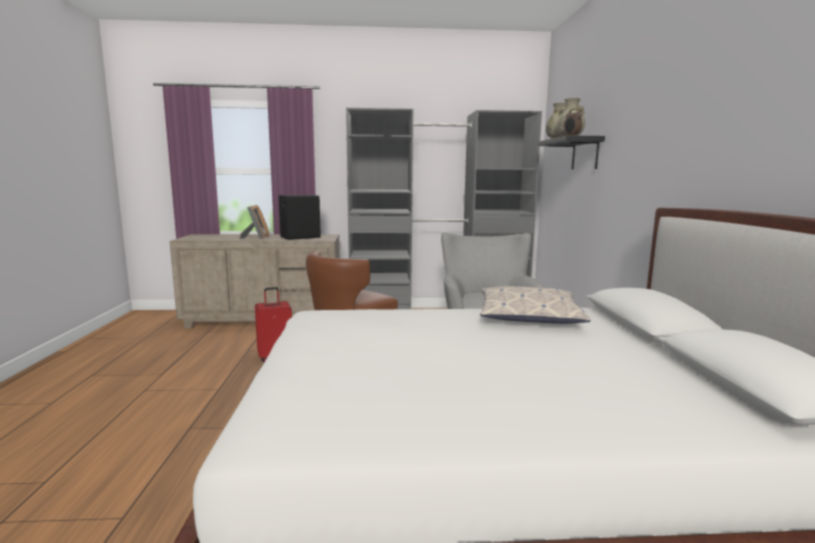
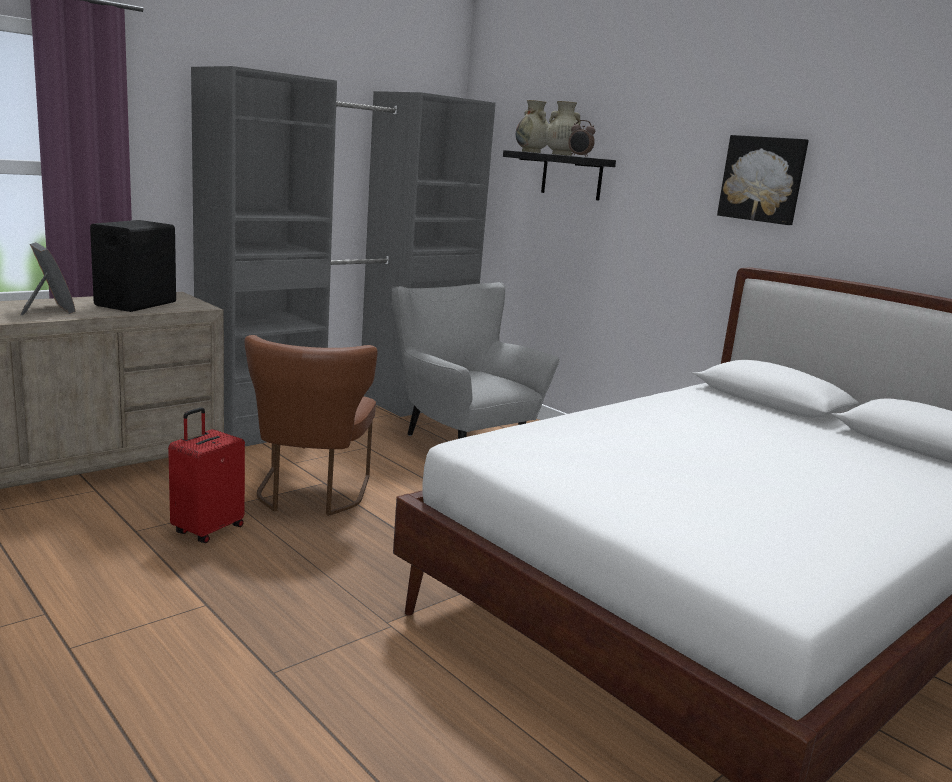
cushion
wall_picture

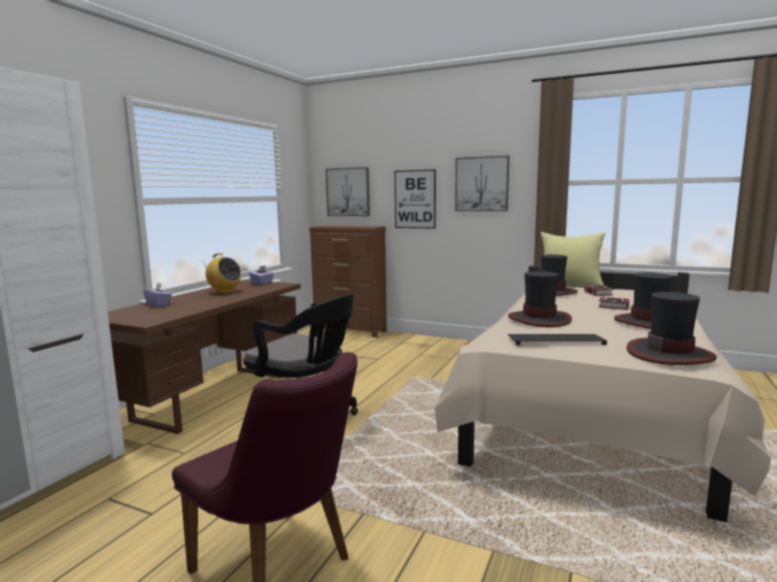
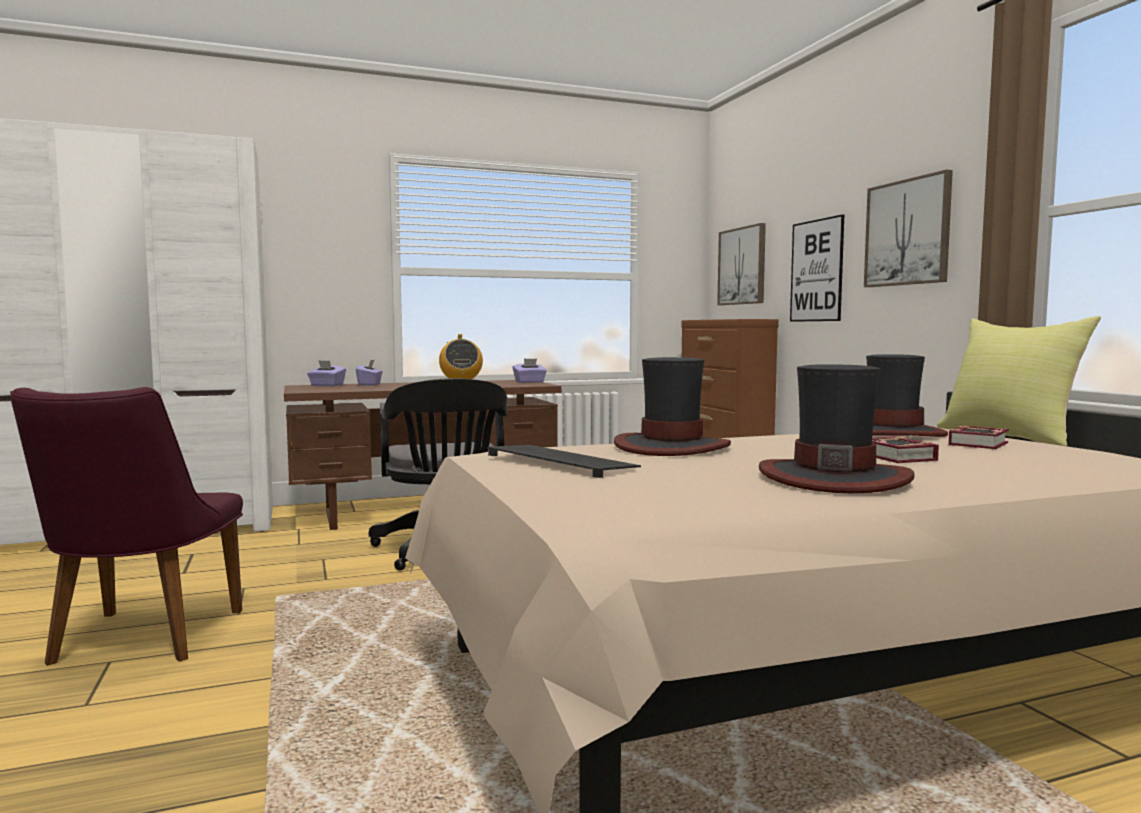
wearable_hat (no. 4 from left in the first image)
purplish_tissue_box (no. 1 from left)

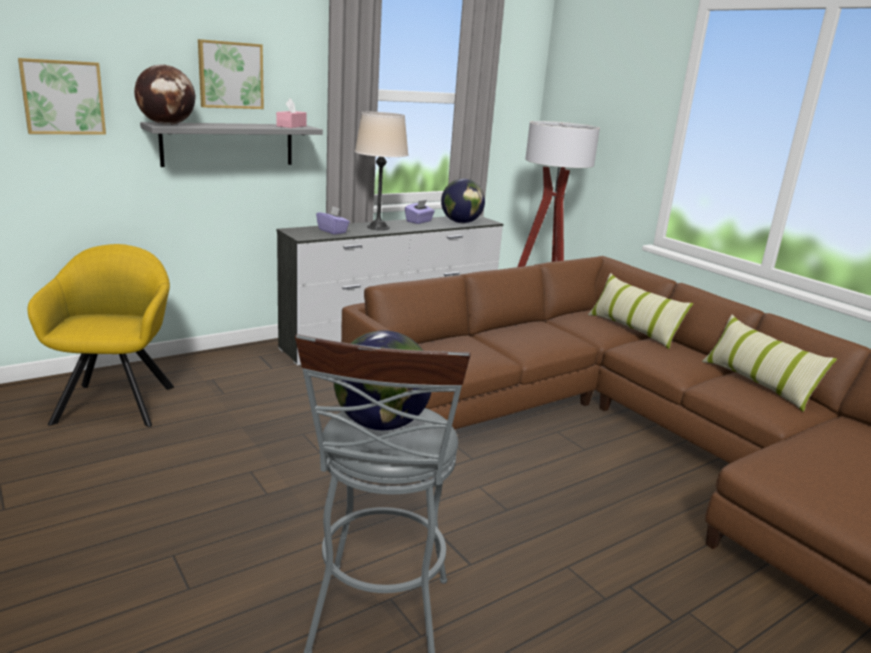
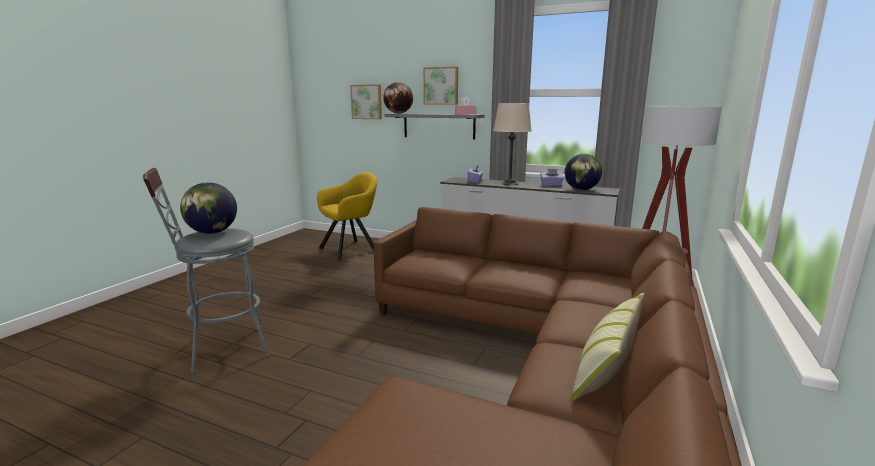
cushion (no. 1 from left in the first image)

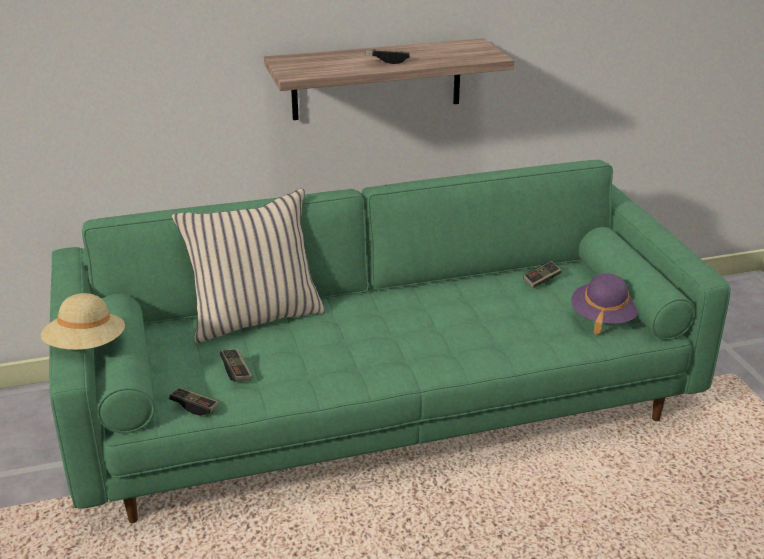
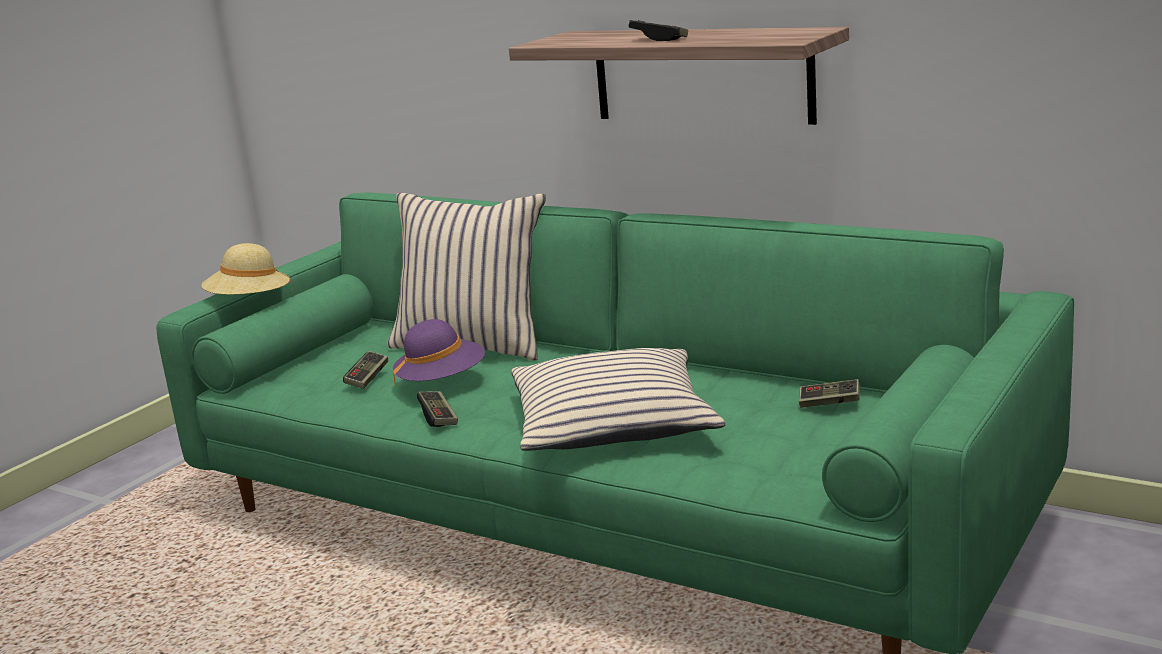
purplish_wearable_hat
game_controller (no. 2 from left)
beige-coloured_cushion (no. 2 from left)

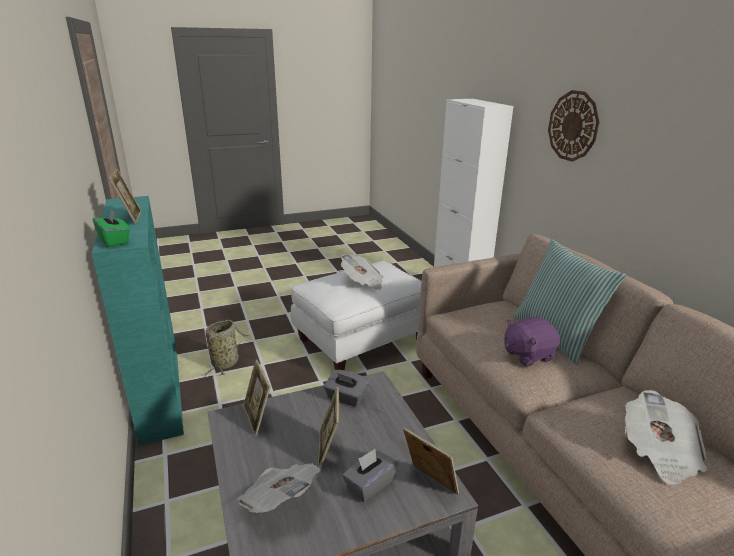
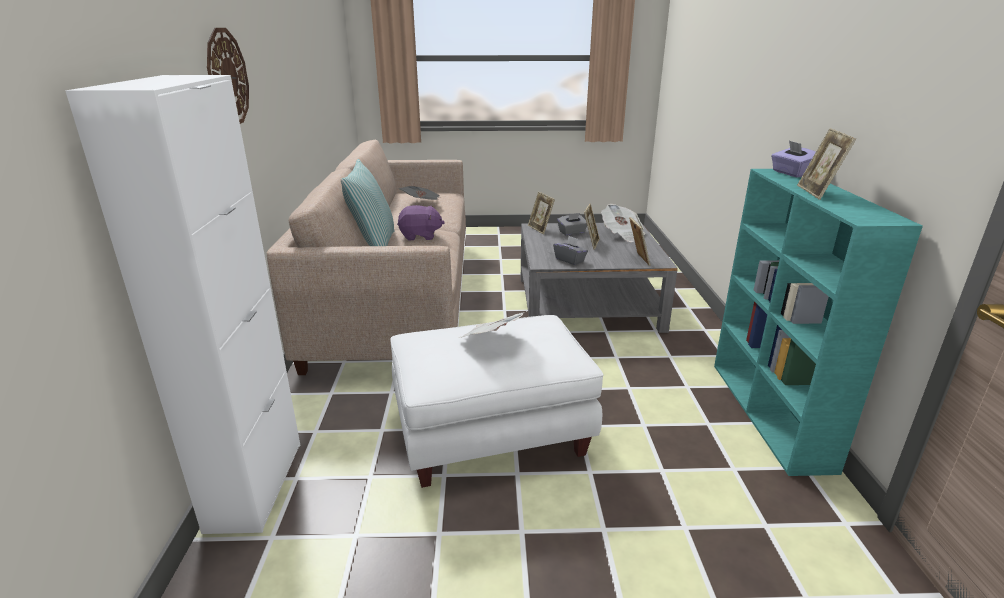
purplish_tissue_box
basket

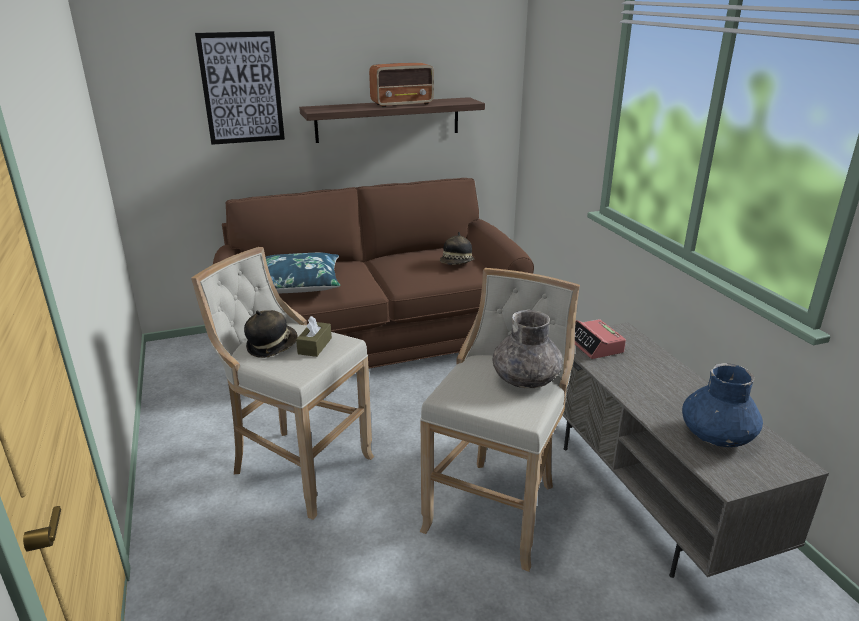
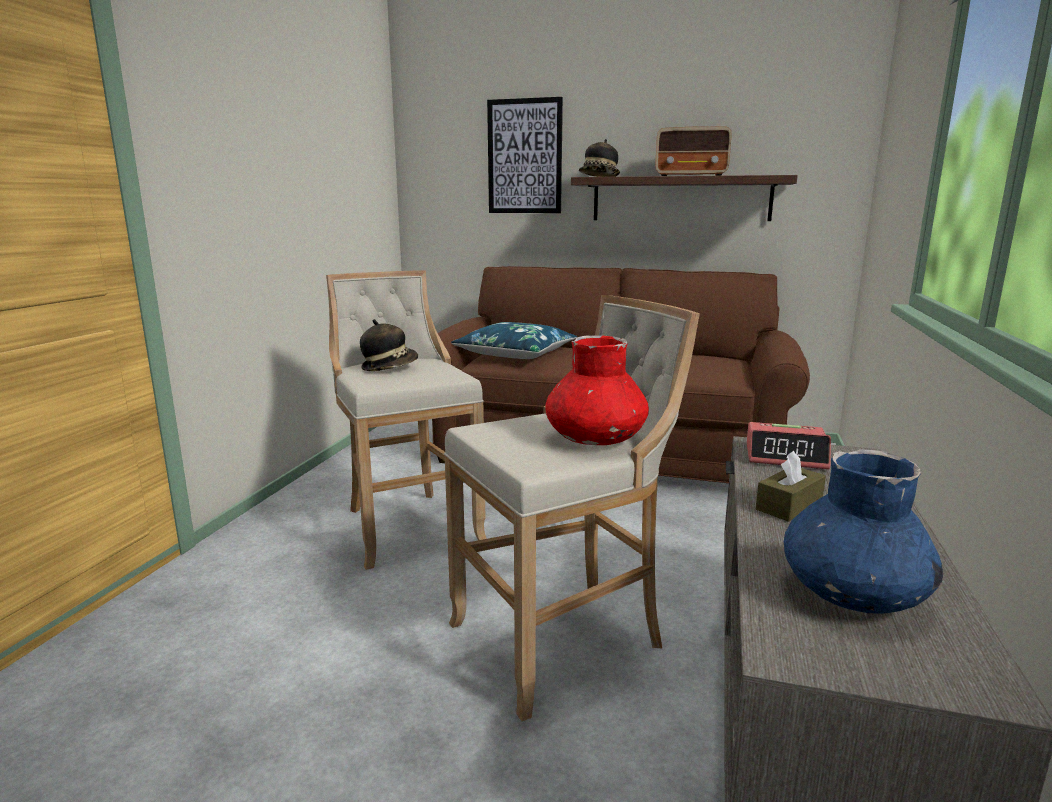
wearable_hat (no. 2 from left)
reddish_vase
brown_tissue_box
bedside_clock

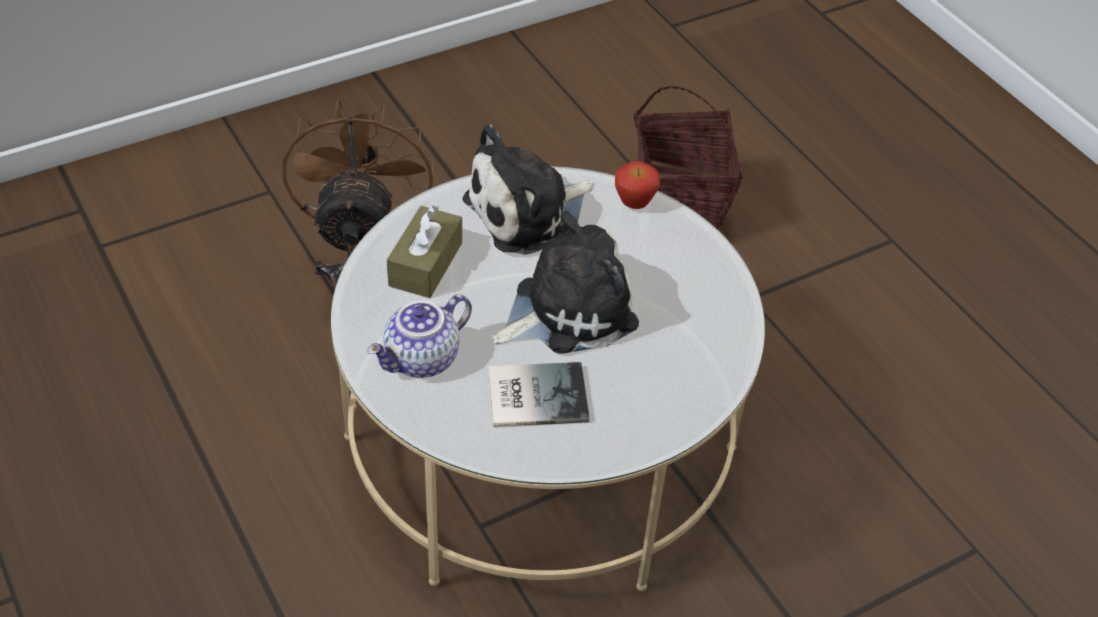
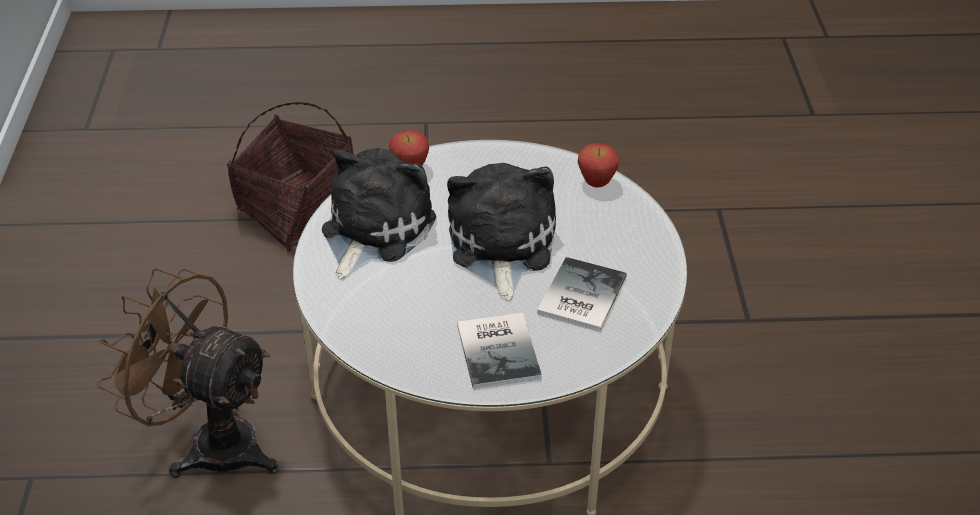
plush_toy (no. 1 from left)
brown_tissue_box
book (no. 1 from left)
whole_apple (no. 2 from left)

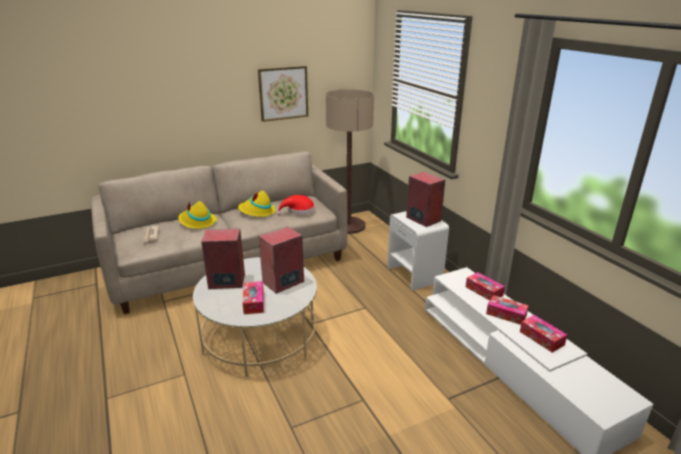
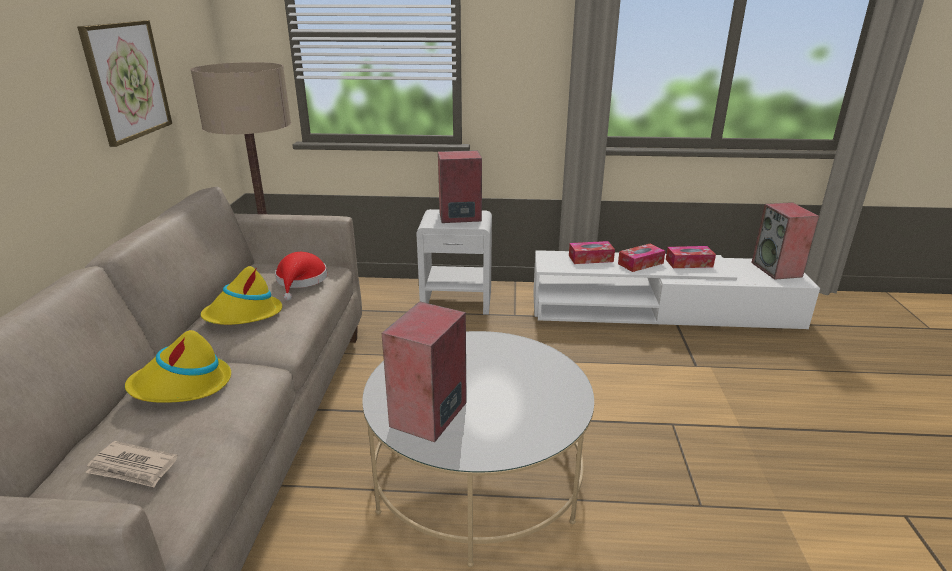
loudspeaker (no. 3 from left)
tissue_box (no. 1 from left in the first image)

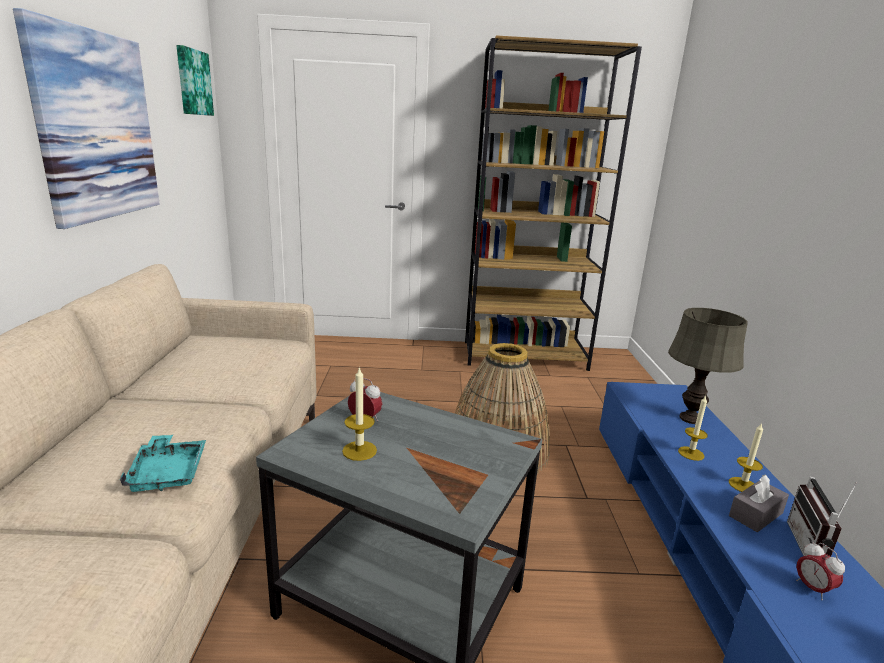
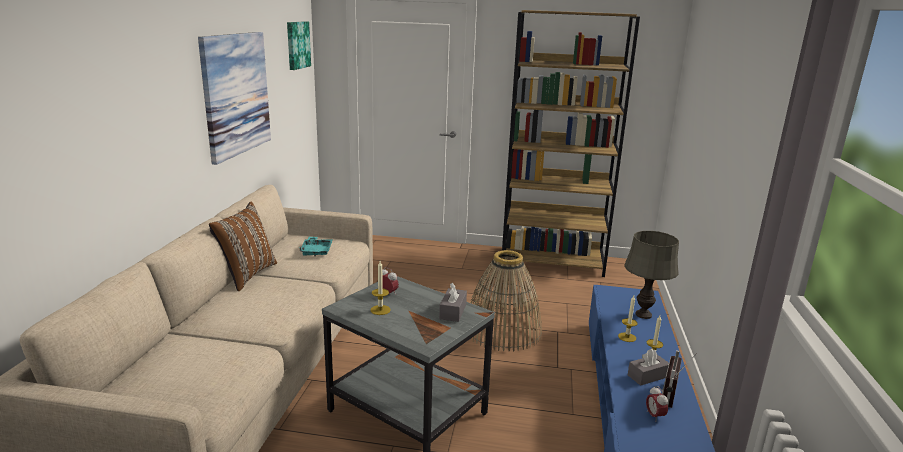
turquoise-coloured_serving_tray
brown_cushion
grey_tissue_box (no. 1 from left)

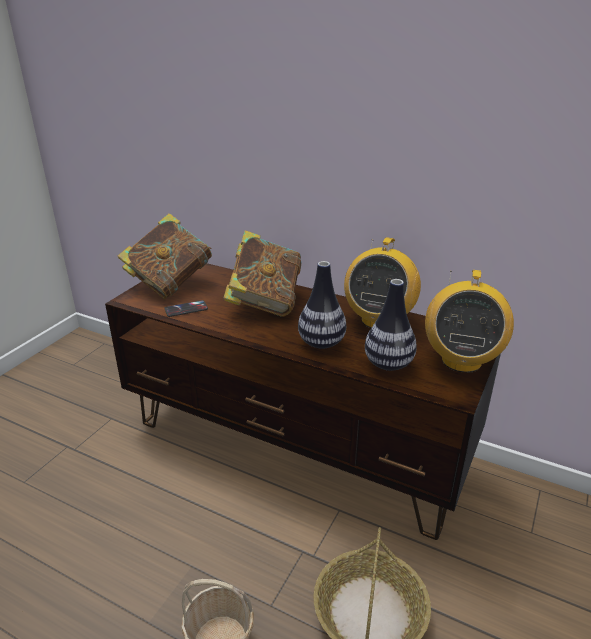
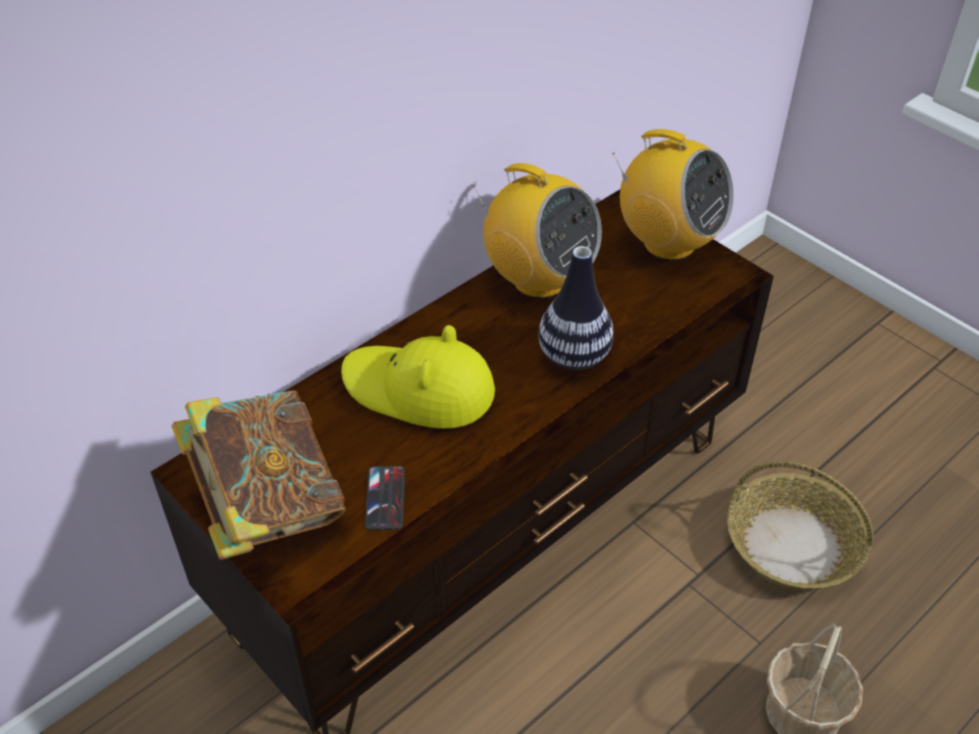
yellowish_wearable_hat
vase (no. 2 from left in the first image)

